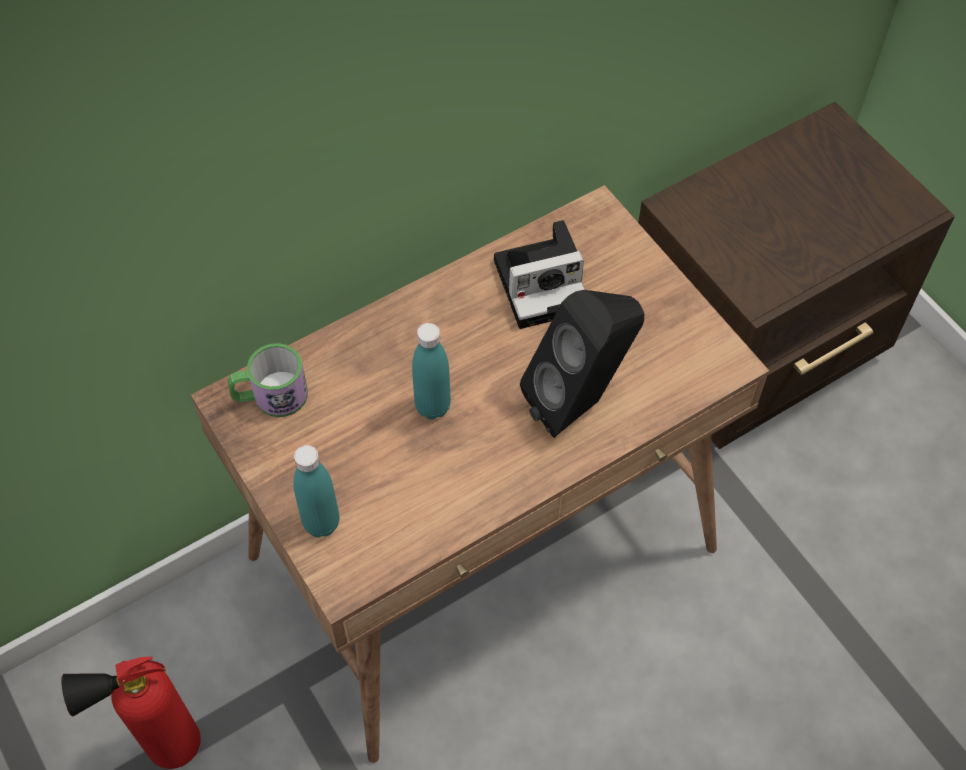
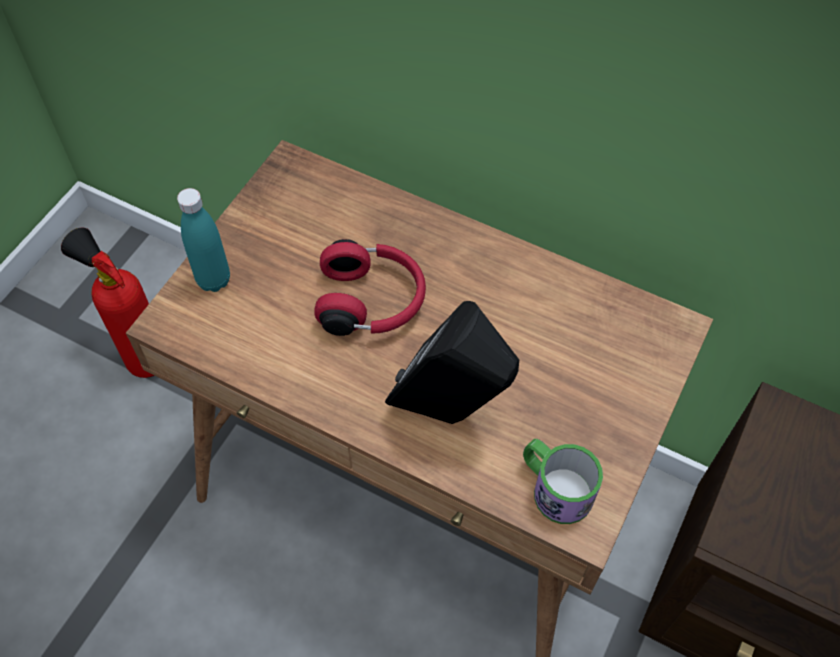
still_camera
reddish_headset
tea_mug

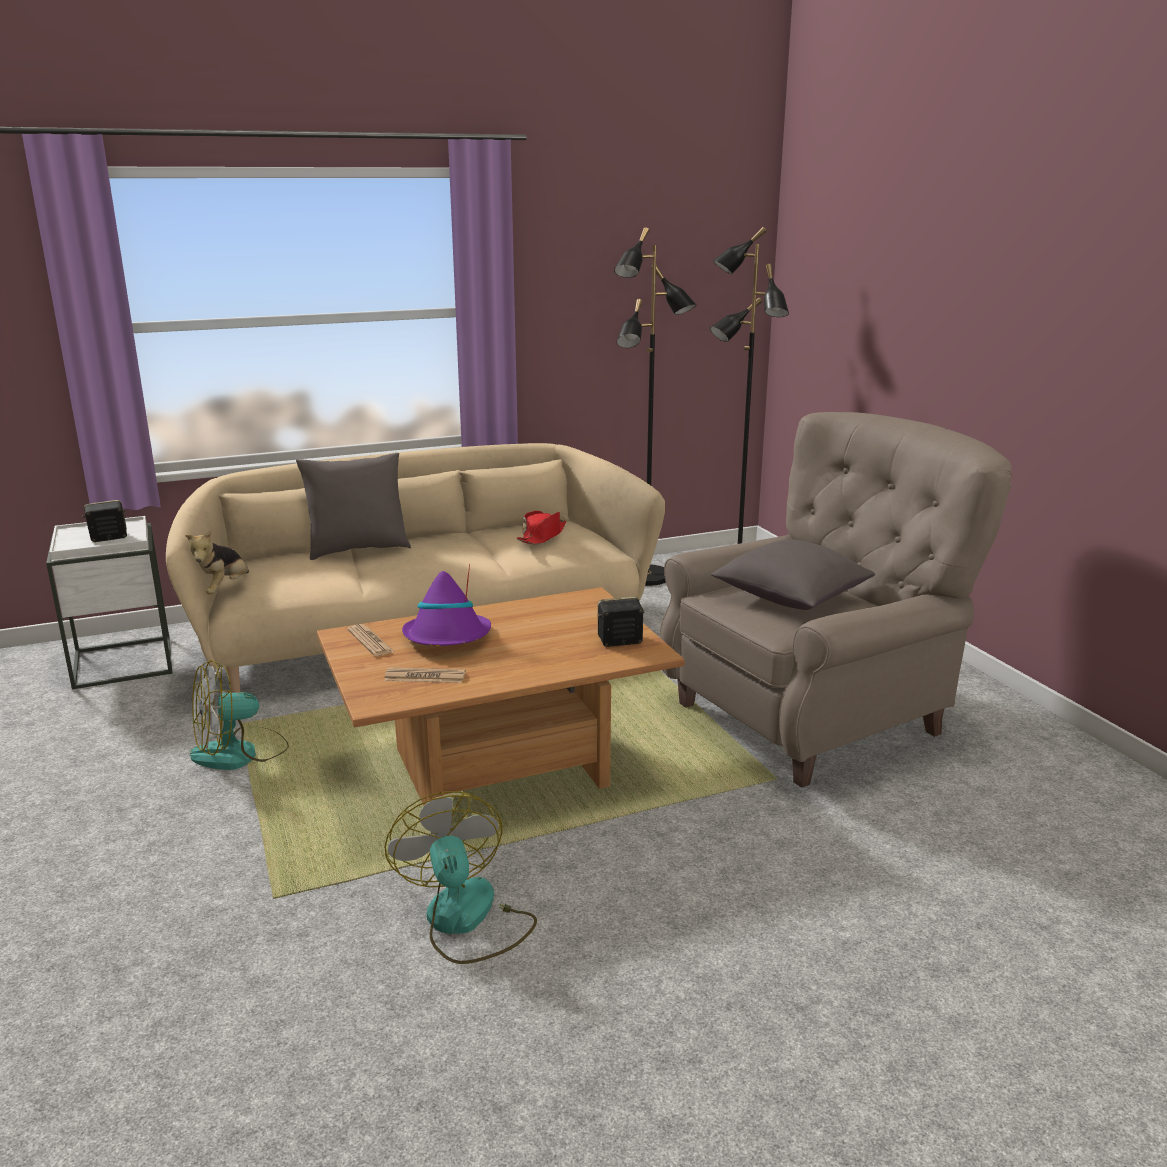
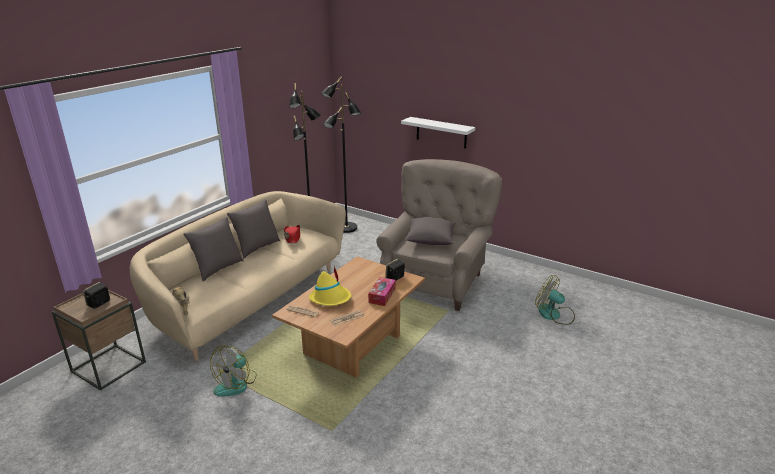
brown_accent_table
yellowish_wearable_hat
fan (no. 2 from left)
white_wall_shelf
grey_cushion (no. 2 from left)
tissue_box

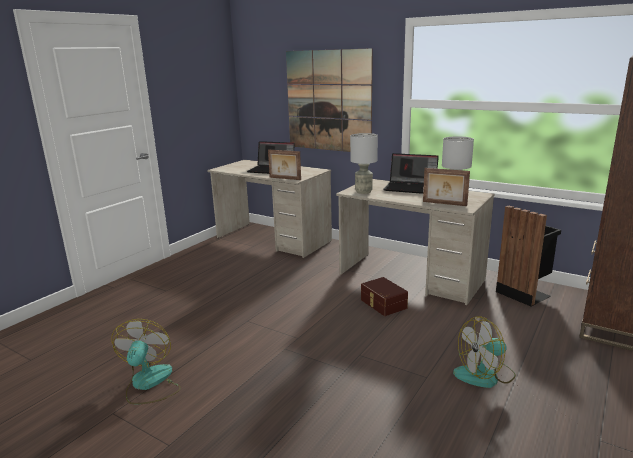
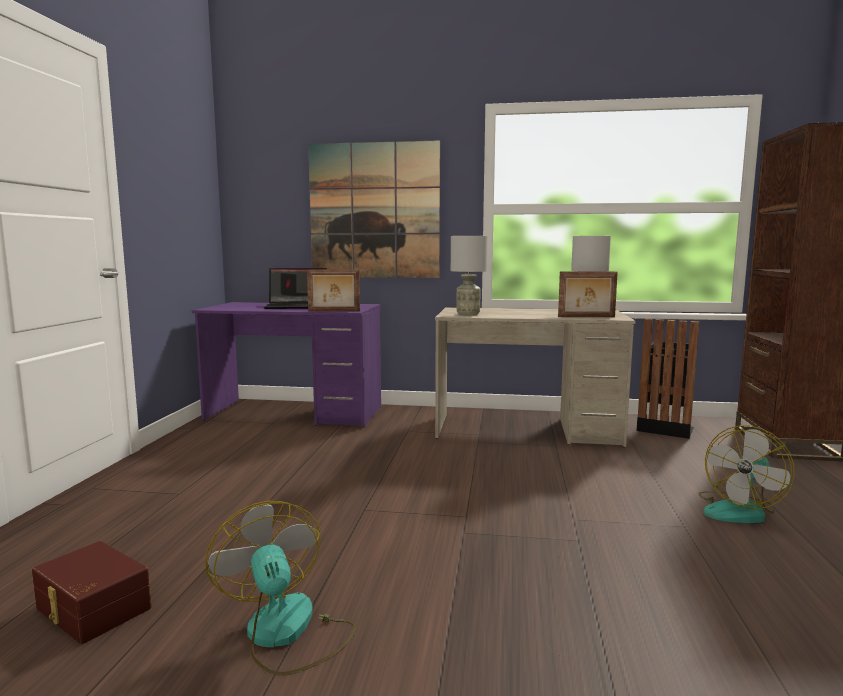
laptop (no. 2 from left in the first image)
purplish_desk
brown_storage_container

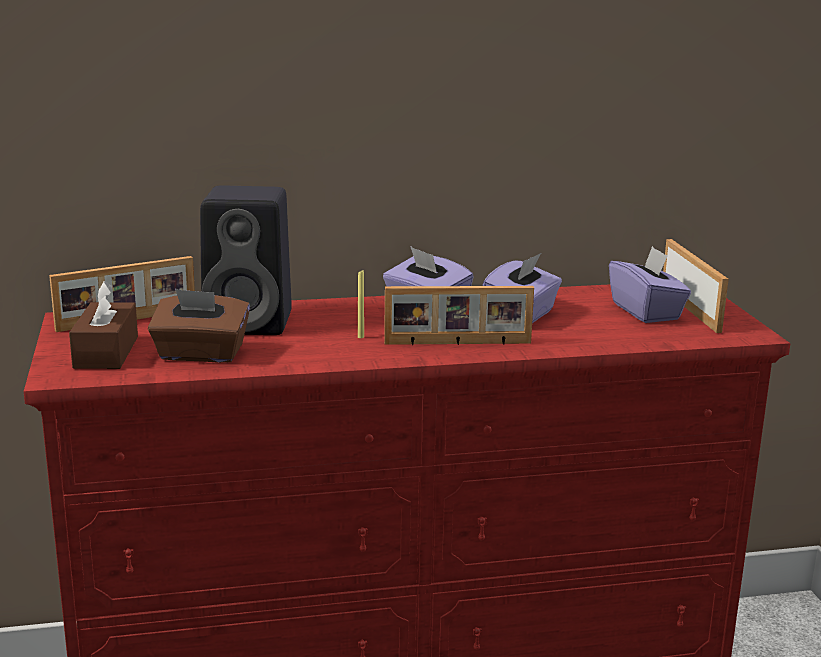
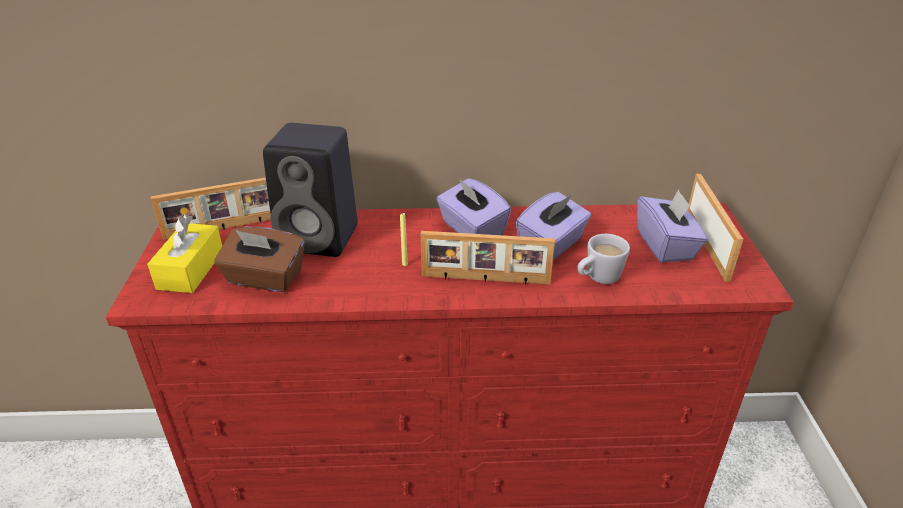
yellowish_tissue_box
white_tea_mug

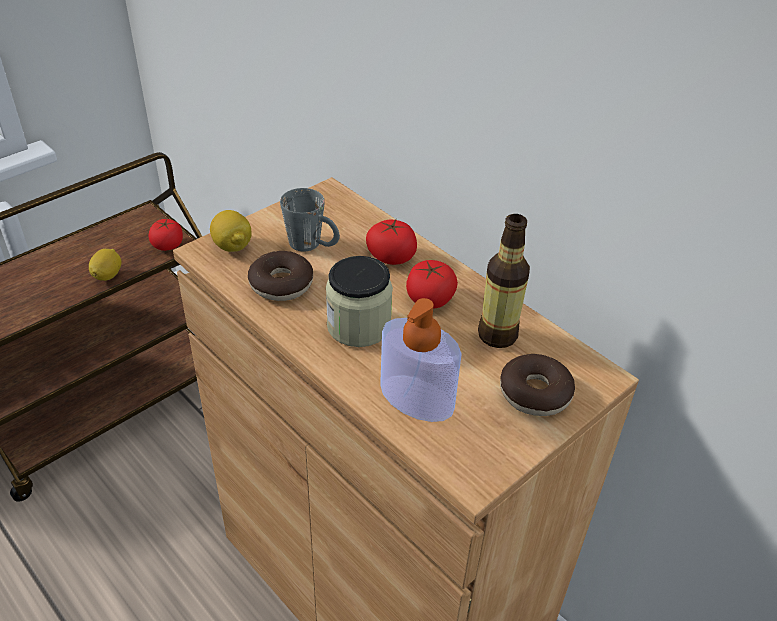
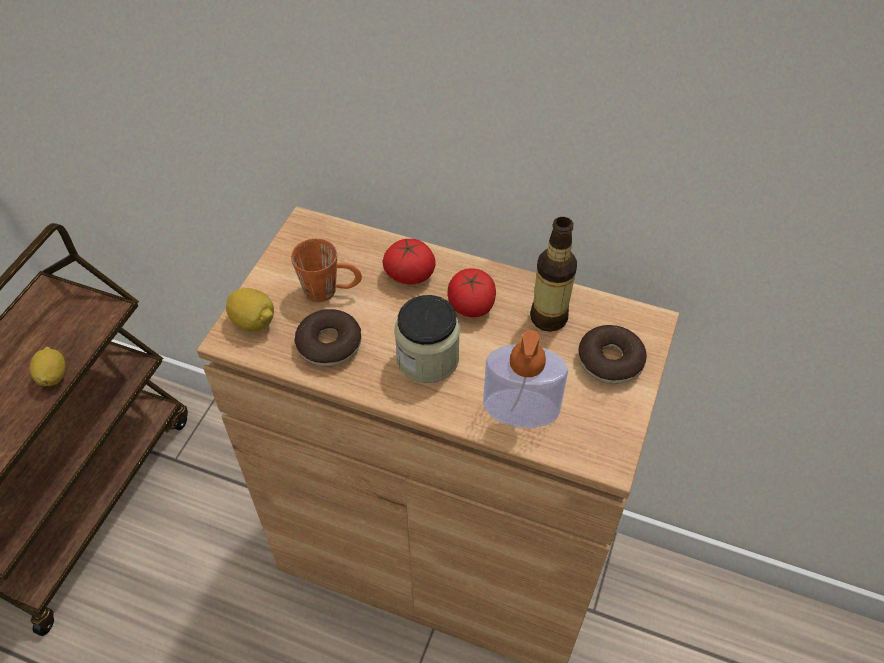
orange_tea_mug
whole_tomato (no. 1 from left in the first image)

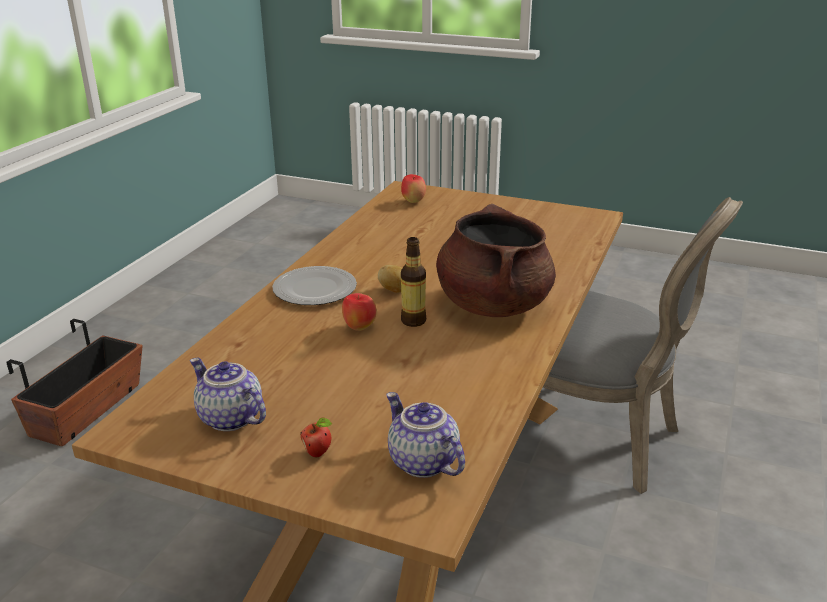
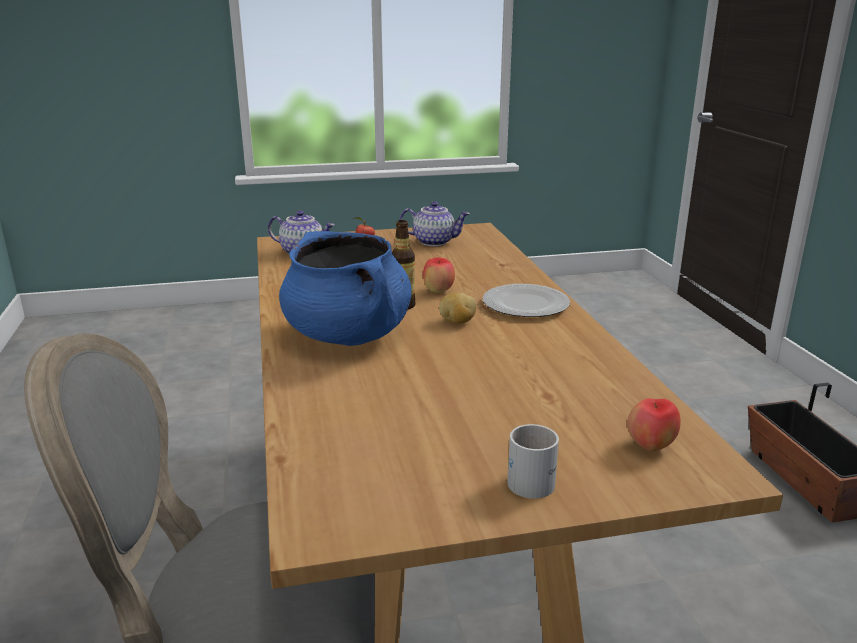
blue-coloured_cooking_pot
white_tea_mug

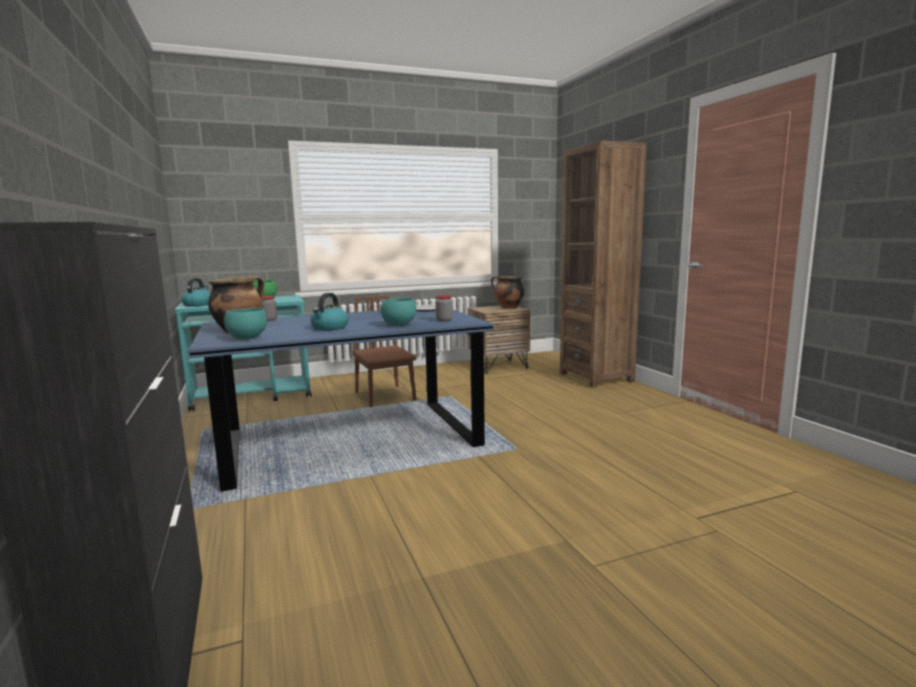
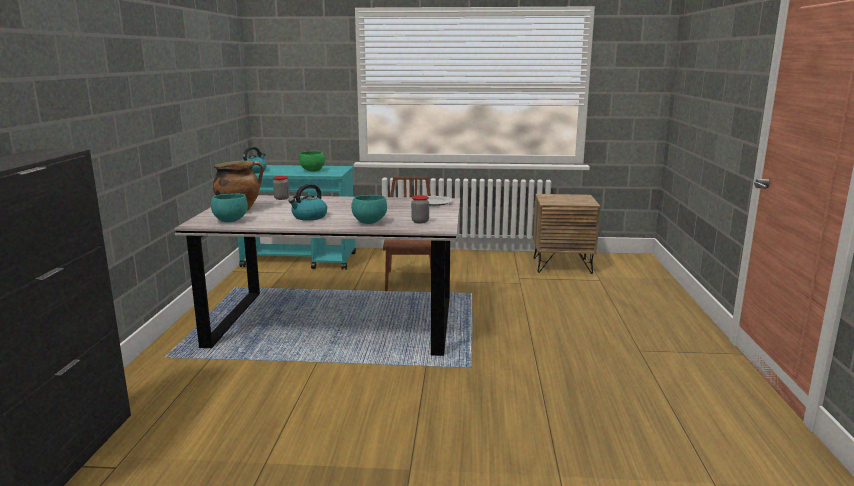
brown_bookshelf
cooking_pot (no. 2 from left in the first image)
grey_kitchen_table

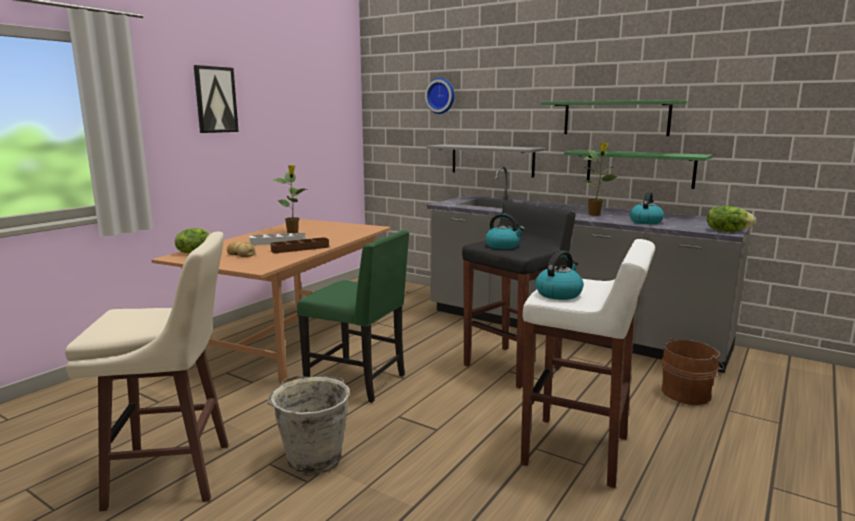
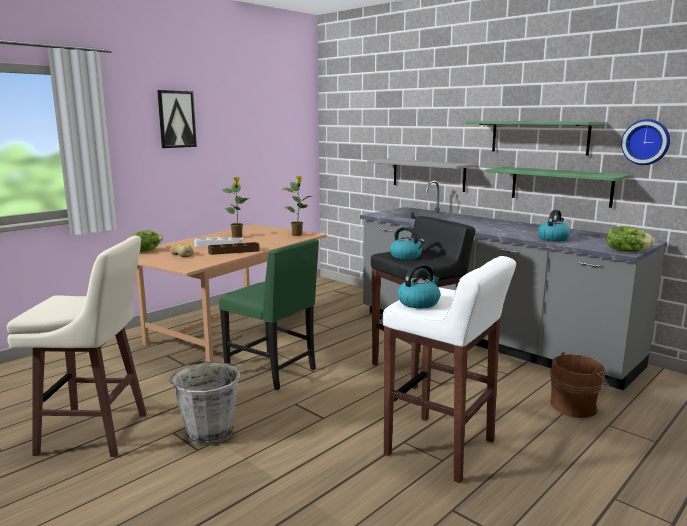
wall_clock
potted_plant (no. 2 from left)

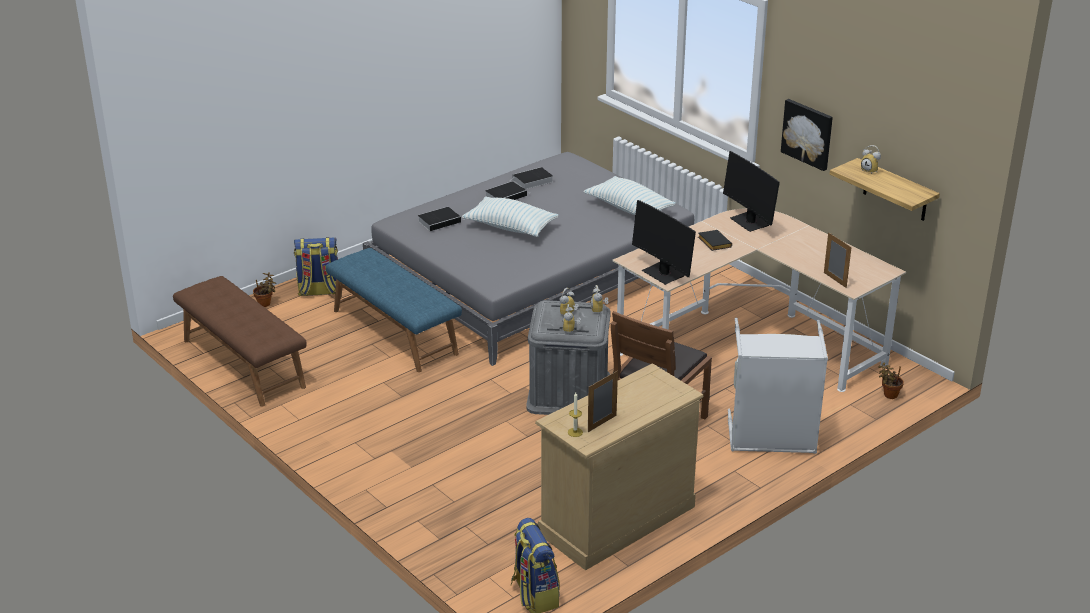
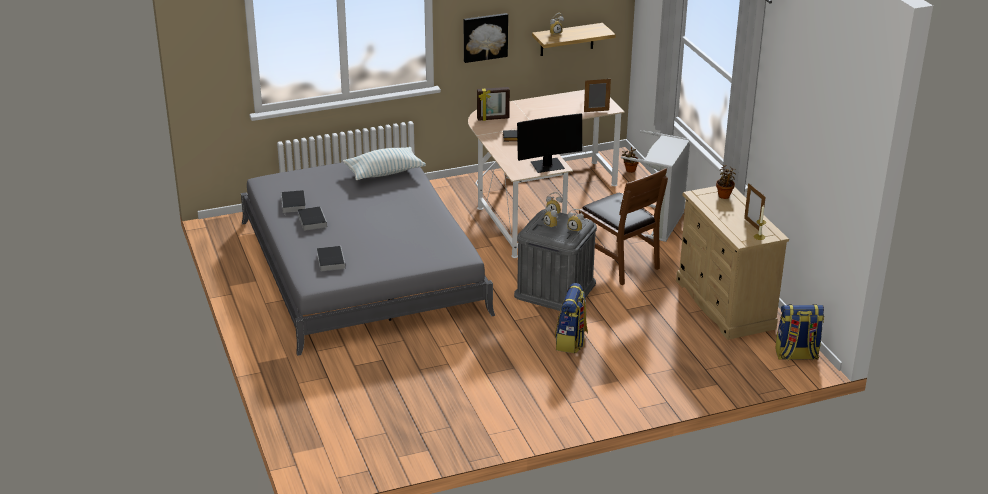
picture_frame (no. 1 from left)
cushion (no. 1 from left in the first image)
backpack (no. 1 from left)
blue-coloured_indoor_bench
potted_plant (no. 2 from left)
brown_indoor_bench

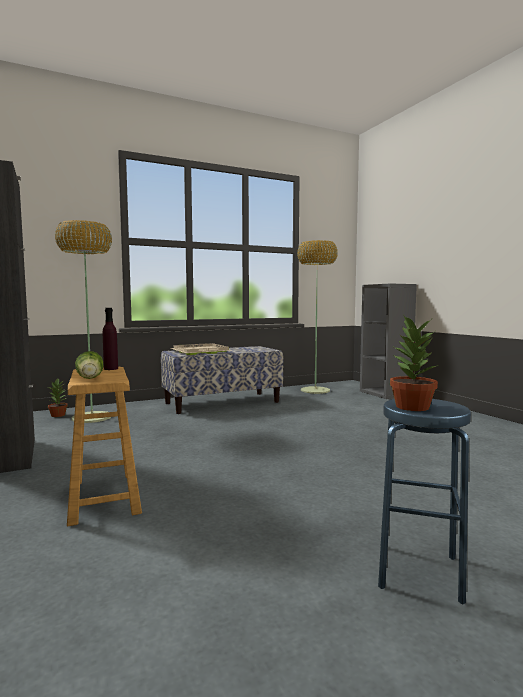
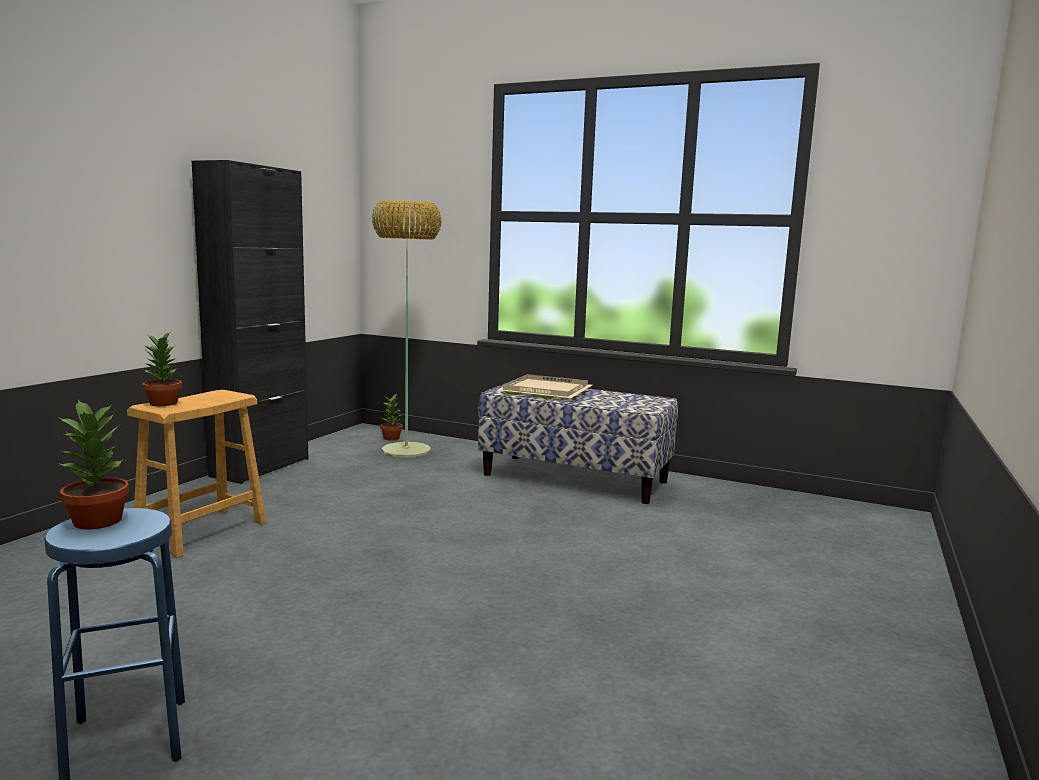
floor_lamp (no. 2 from left in the first image)
grey_bookshelf
purplish_drink_bottle
potted_plant (no. 2 from left)

